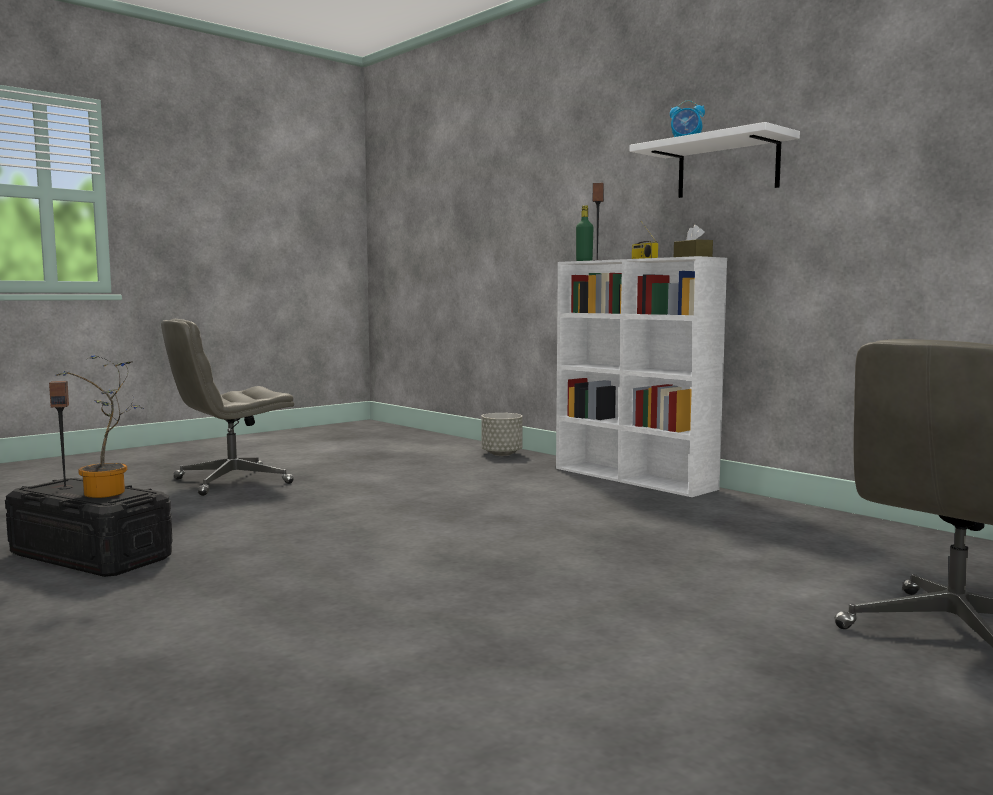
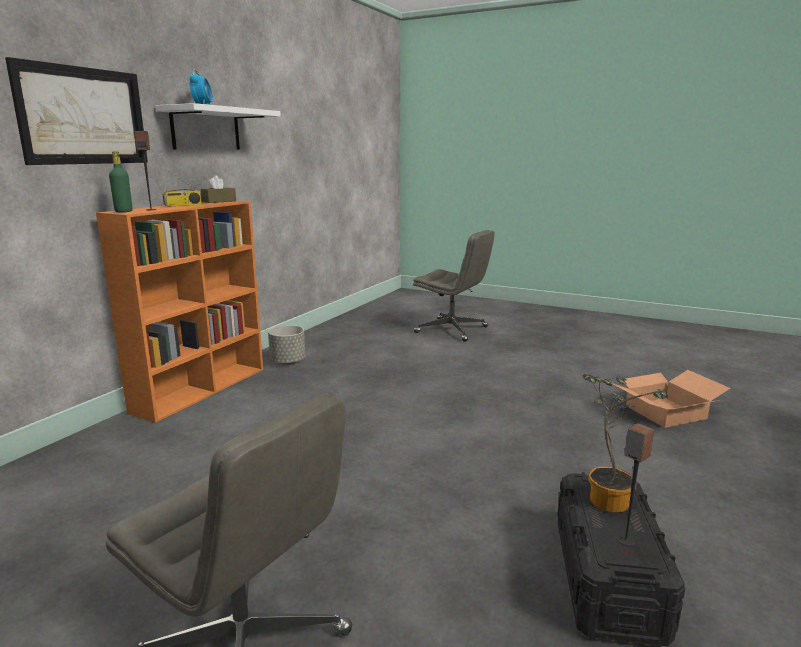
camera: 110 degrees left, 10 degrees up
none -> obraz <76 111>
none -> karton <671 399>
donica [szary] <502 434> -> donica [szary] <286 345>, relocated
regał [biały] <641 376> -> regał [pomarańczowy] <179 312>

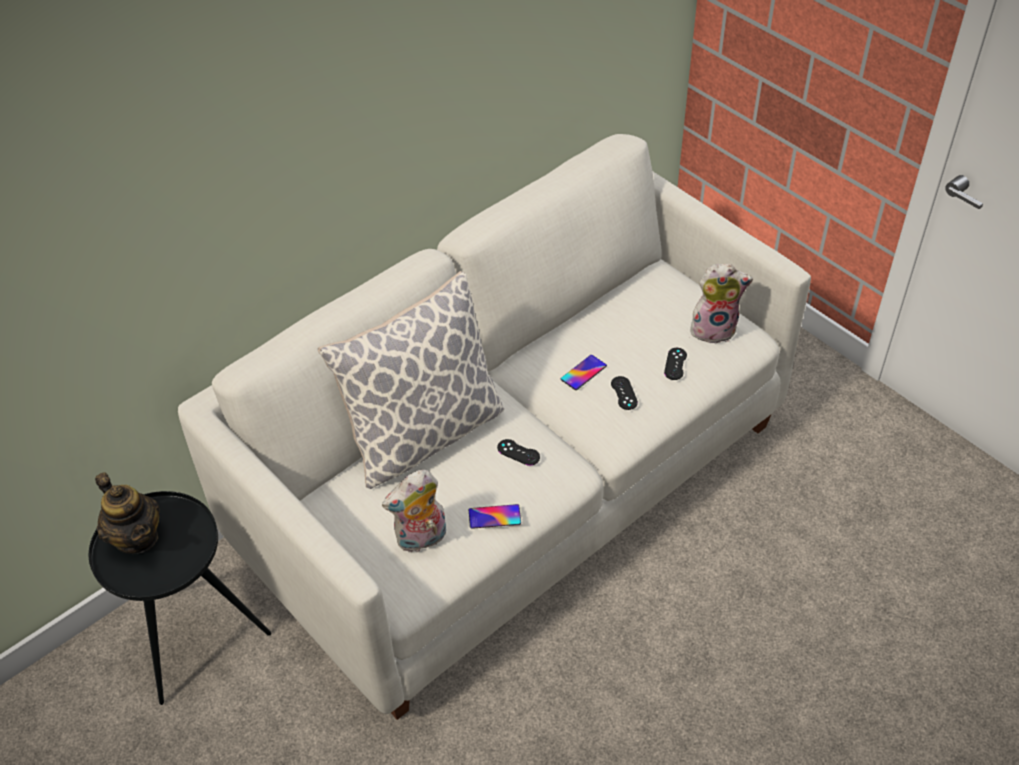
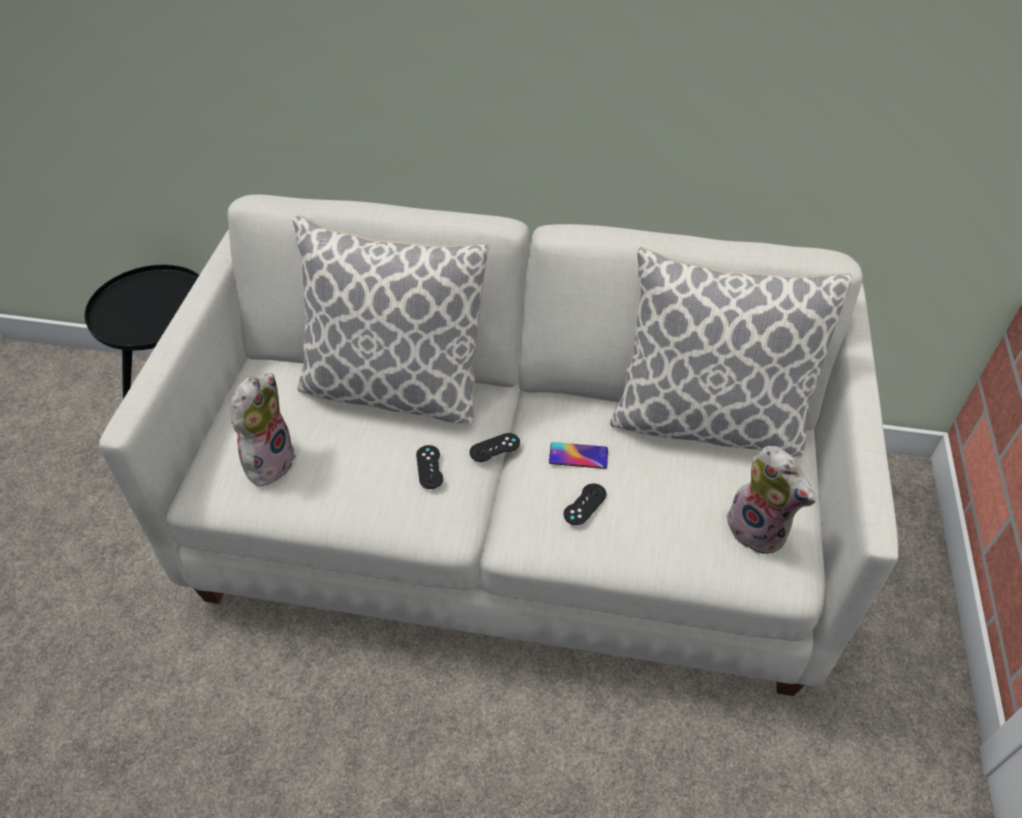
camera: 50 degrees right, 0 degrees up
imbryk <127 513> -> none
telefon <495 516> -> none
none -> poduszka <731 352>
pad do gier [czarny] <675 364> -> pad do gier [czarny] <495 447>, relocated
pluszak <414 511> -> pluszak <263 430>, 90 degrees clockwise

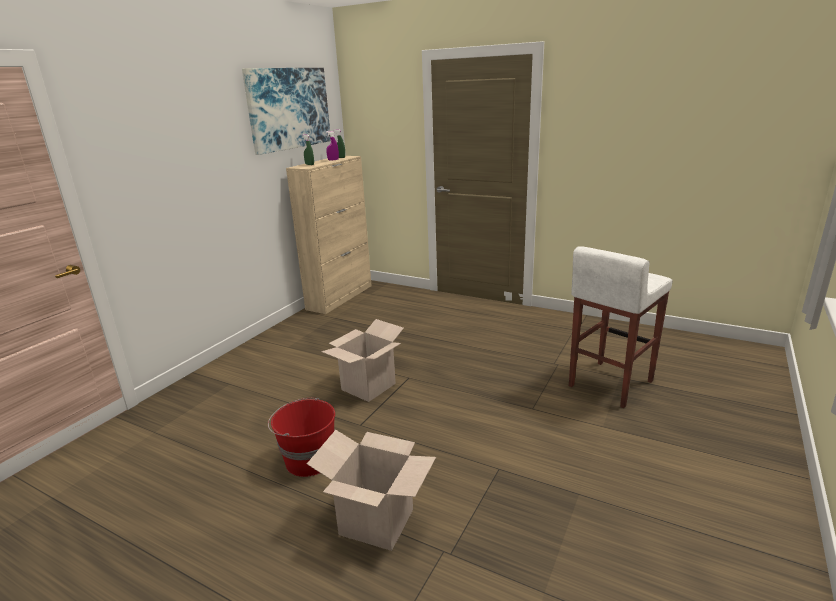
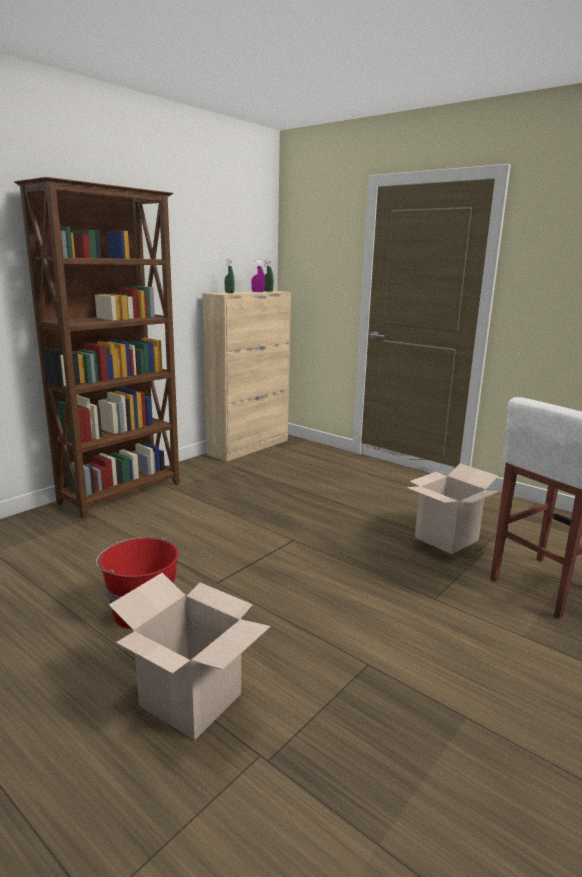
camera: 10 degrees right, 5 degrees down
obraz <286 111> -> none
none -> regał [brązowy] <97 348>
karton <362 360> -> karton <452 509>, relocated

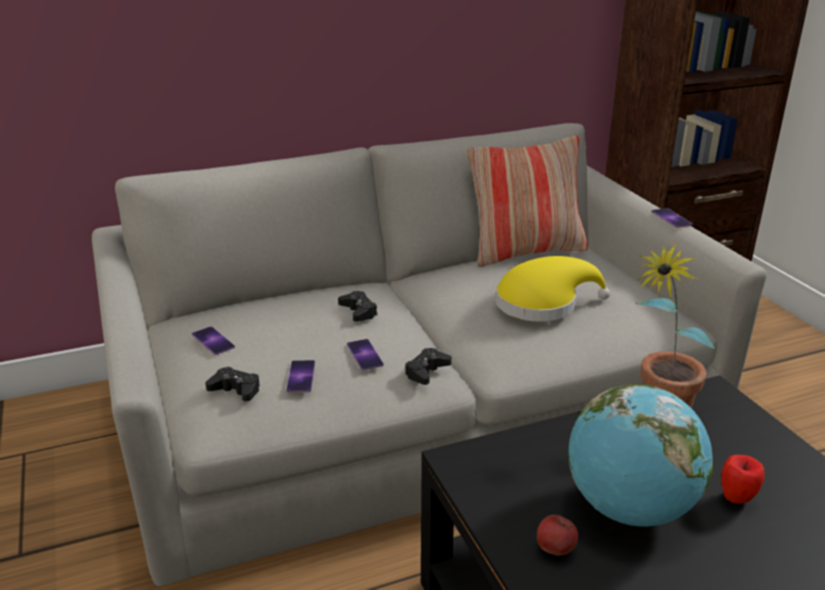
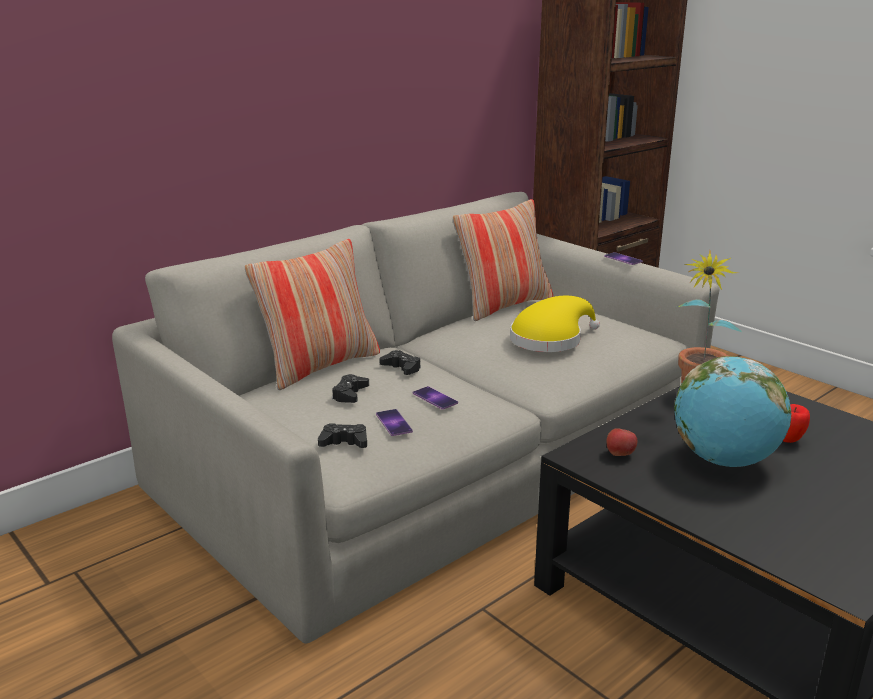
camera: 20 degrees left, 5 degrees down
telefon <213 340> -> none
none -> poduszka <312 314>
pad do gier [czarny] <428 366> -> pad do gier [czarny] <350 388>, relocated
jabłko <557 535> -> jabłko <622 442>, relocated

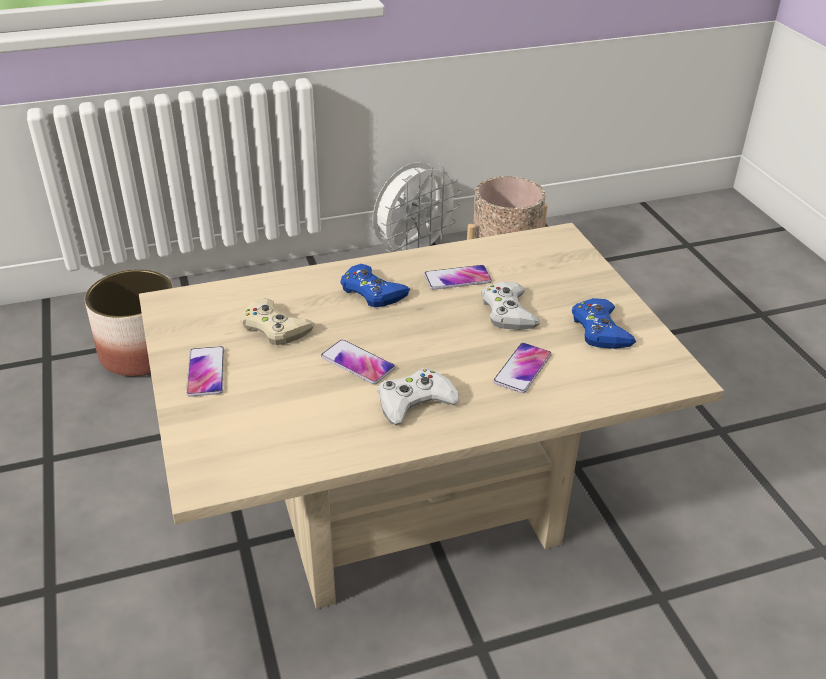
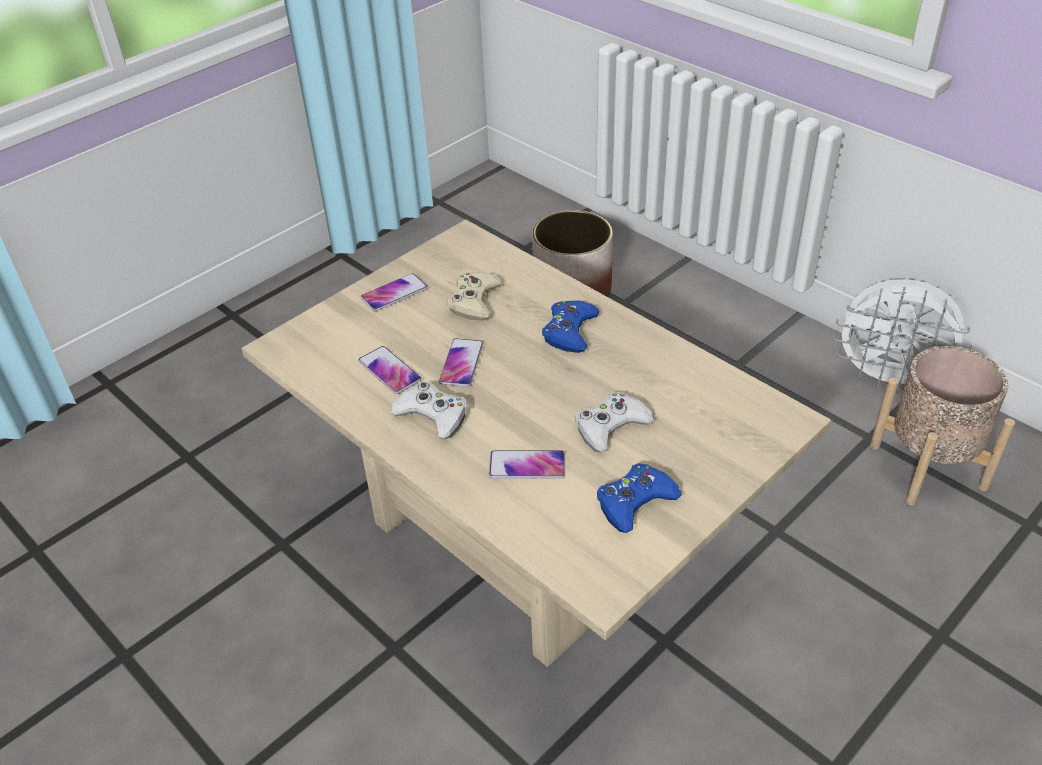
camera: 65 degrees right, 5 degrees up
telefon <458 277> -> telefon <389 370>, relocated

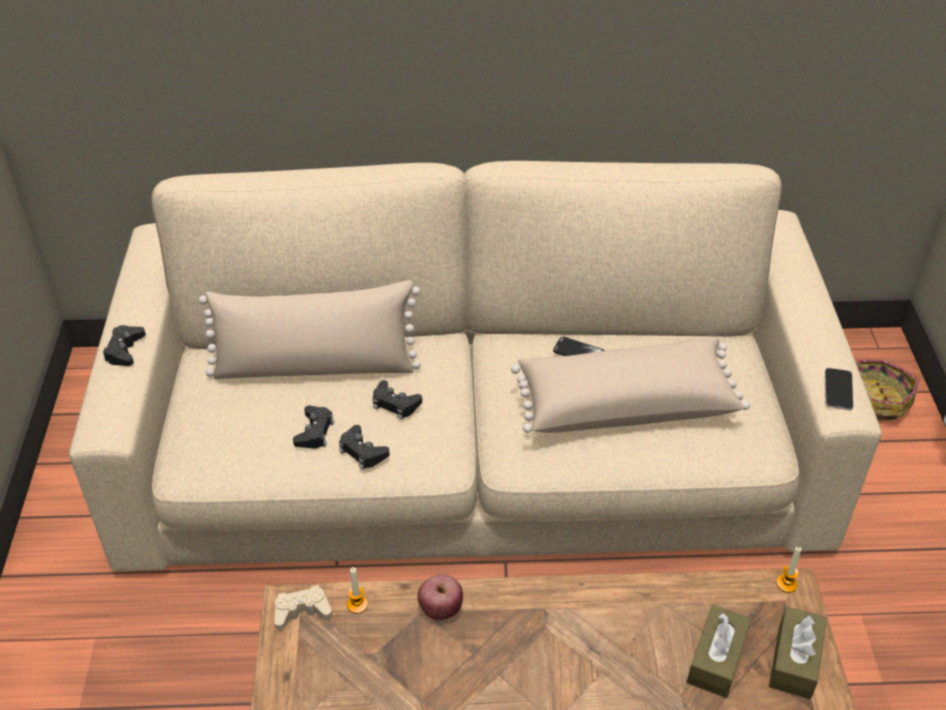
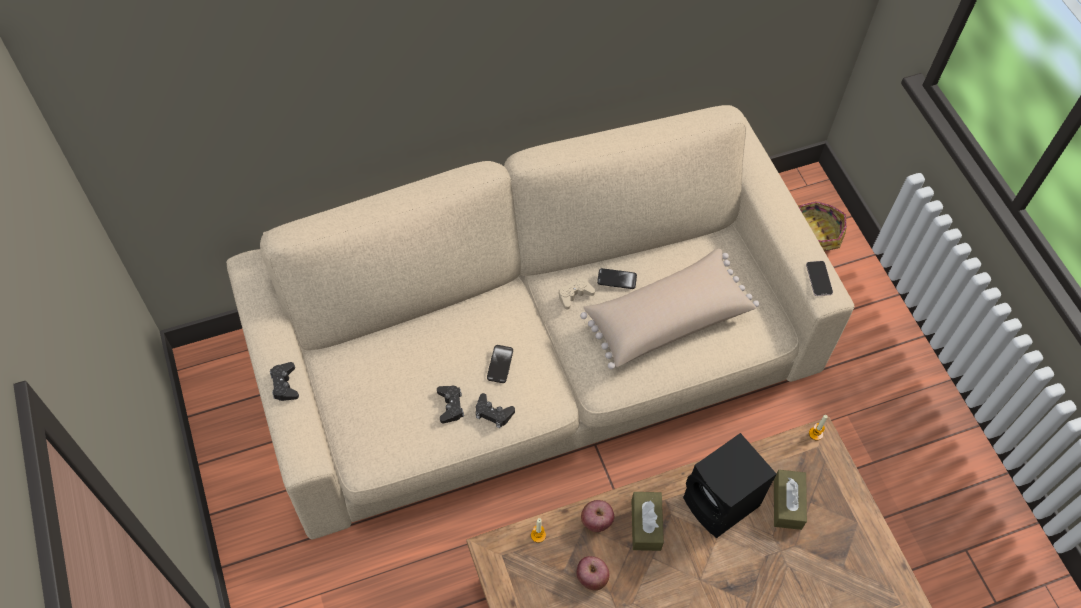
camera: 20 degrees left, 15 degrees up
poduszka [beżowy] <310 329> -> none
none -> jabłko <593 573>
none -> głośnik [czarny] <729 485>
pad do gier [beżowy] <303 607> -> pad do gier [beżowy] <577 293>, relocated
pudełko chusteczek [brązowy] <798 652> -> pudełko chusteczek [brązowy] <648 521>, relocated
pad do gier [czarny] <397 400> -> telefon <500 364>

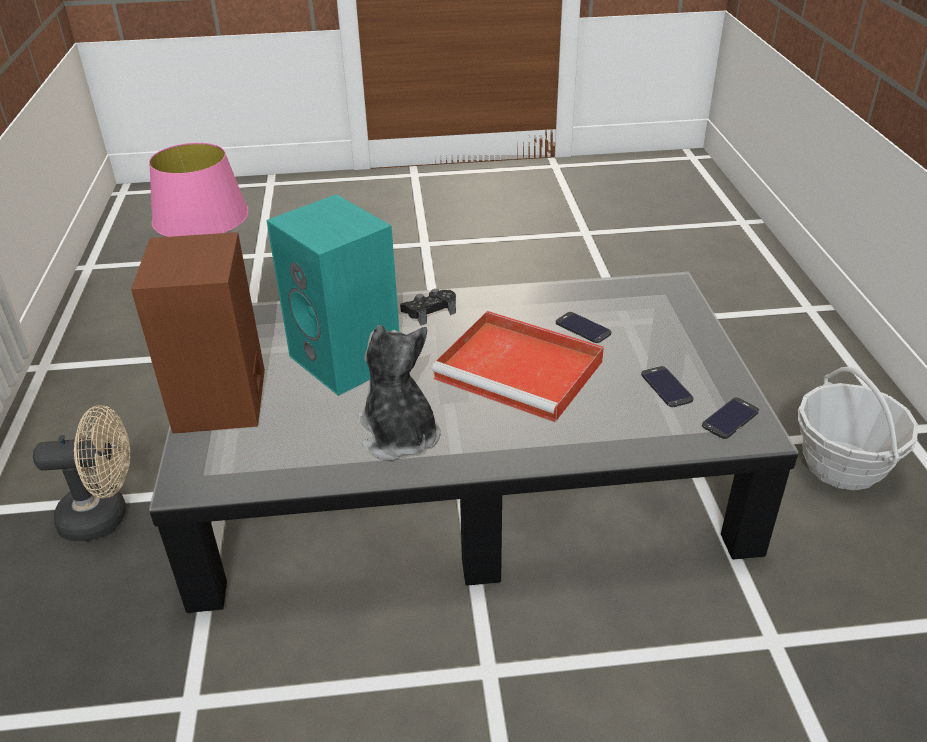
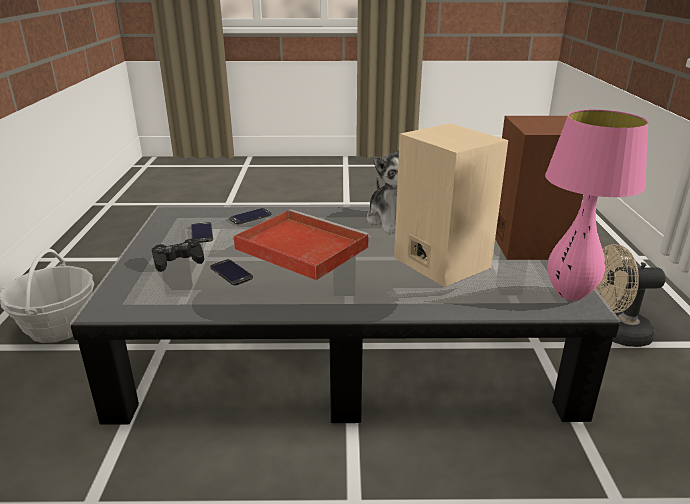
camera: 175 degrees left, 10 degrees down
pad do gier [czarny] <428 307> -> pad do gier [czarny] <178 255>, relocated
telefon <730 418> -> telefon <250 216>, relocated
głośnik [turkusowy] <332 295> -> głośnik [beżowy] <451 205>

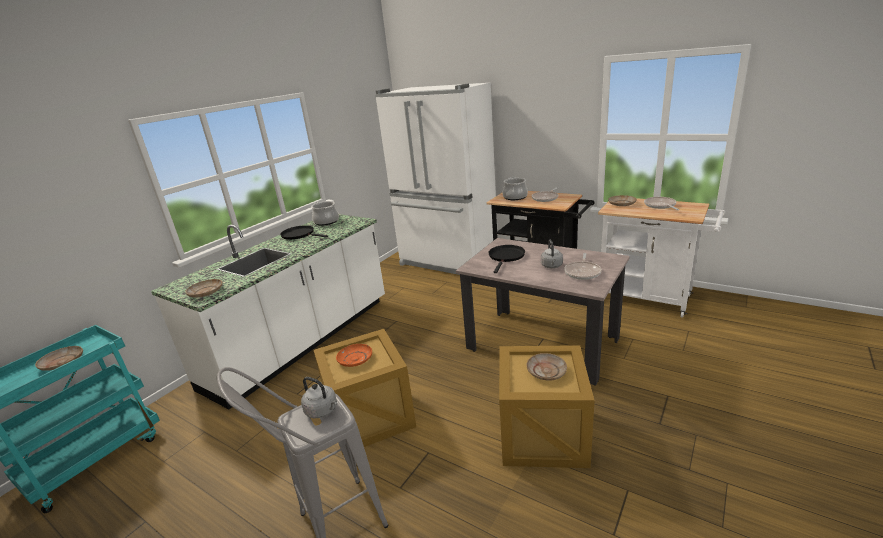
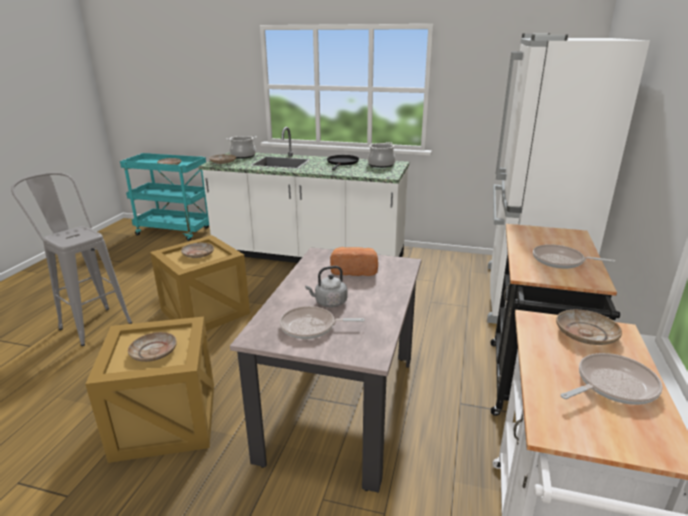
camera: 70 degrees right, 0 degrees up
czajnik [szary] <319 397> -> none
garnek <515 188> -> garnek <241 147>, relocated
patelnia [czarny] <506 259> -> chleb <354 261>
talerz [pomarańczowy] <354 355> -> talerz [beżowy] <197 250>

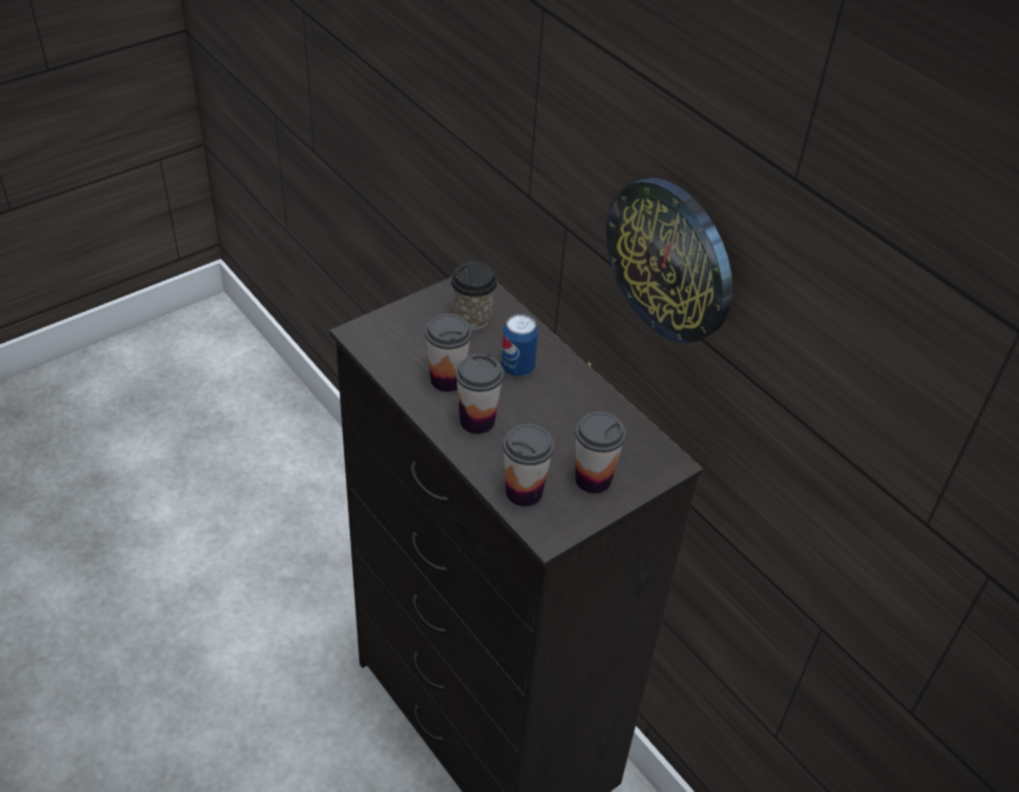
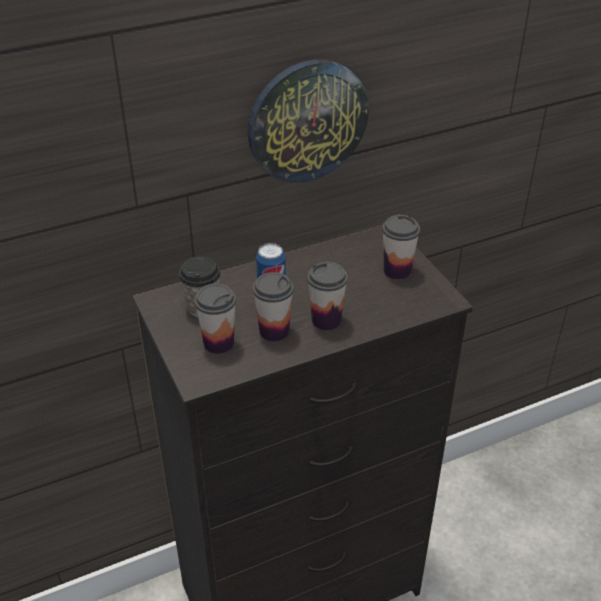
camera: 75 degrees left, 5 degrees down
filiżanka <528 465> -> filiżanka <215 319>, relocated

